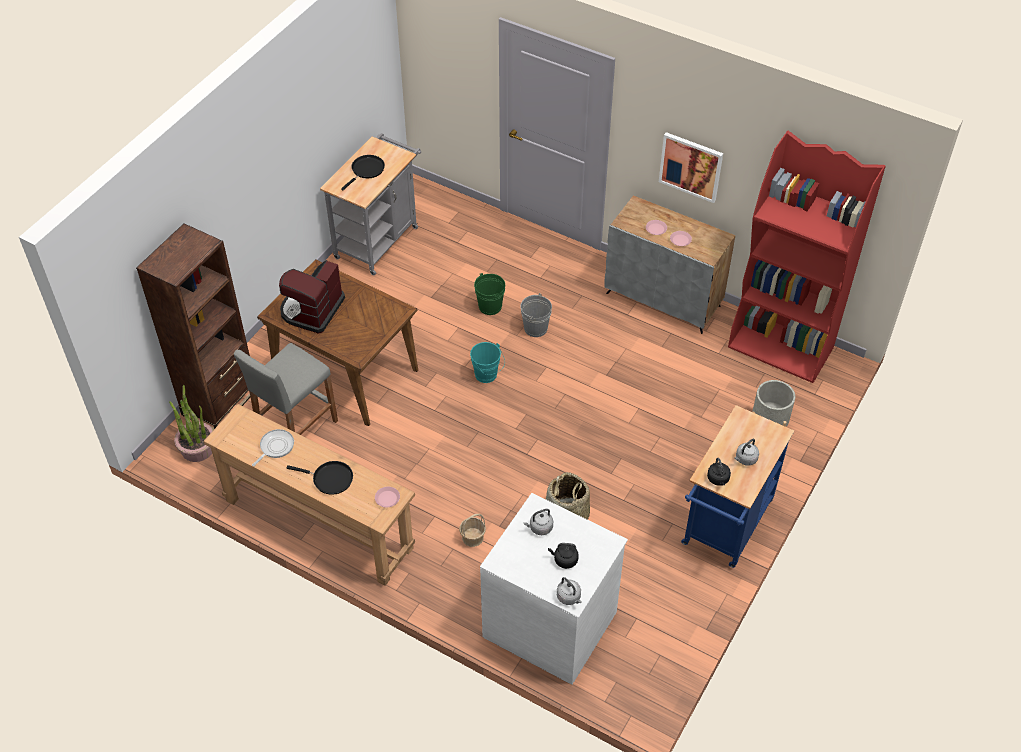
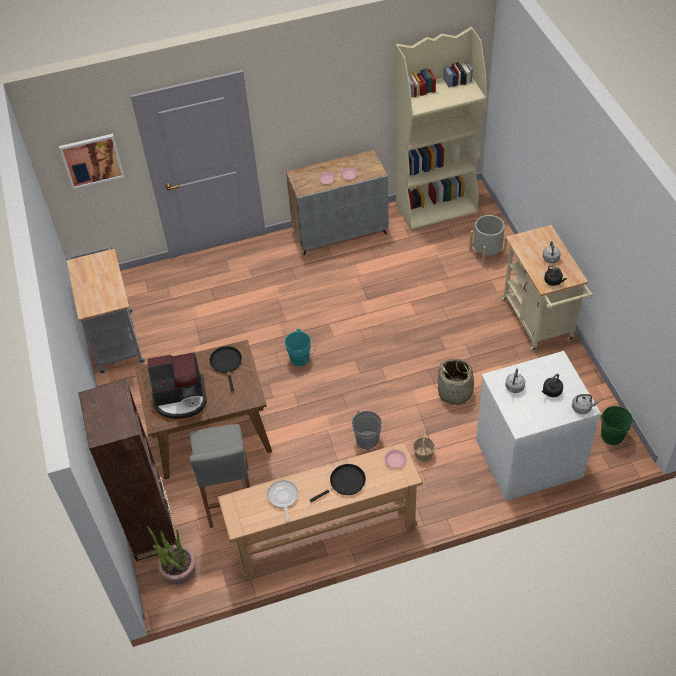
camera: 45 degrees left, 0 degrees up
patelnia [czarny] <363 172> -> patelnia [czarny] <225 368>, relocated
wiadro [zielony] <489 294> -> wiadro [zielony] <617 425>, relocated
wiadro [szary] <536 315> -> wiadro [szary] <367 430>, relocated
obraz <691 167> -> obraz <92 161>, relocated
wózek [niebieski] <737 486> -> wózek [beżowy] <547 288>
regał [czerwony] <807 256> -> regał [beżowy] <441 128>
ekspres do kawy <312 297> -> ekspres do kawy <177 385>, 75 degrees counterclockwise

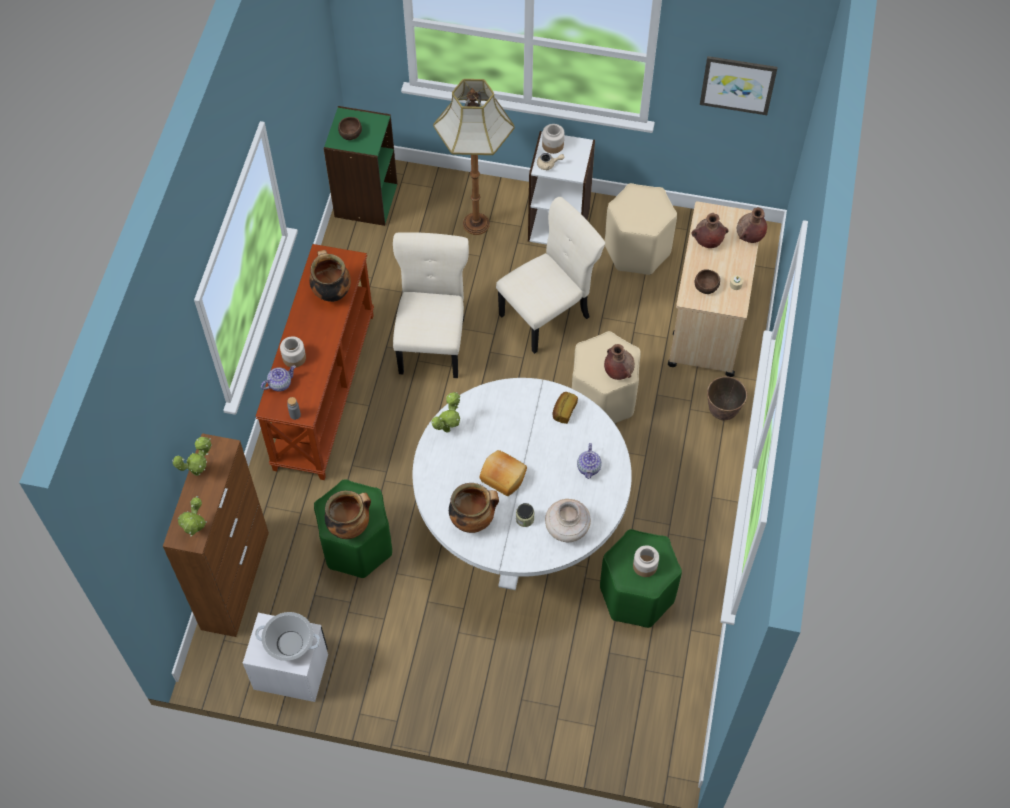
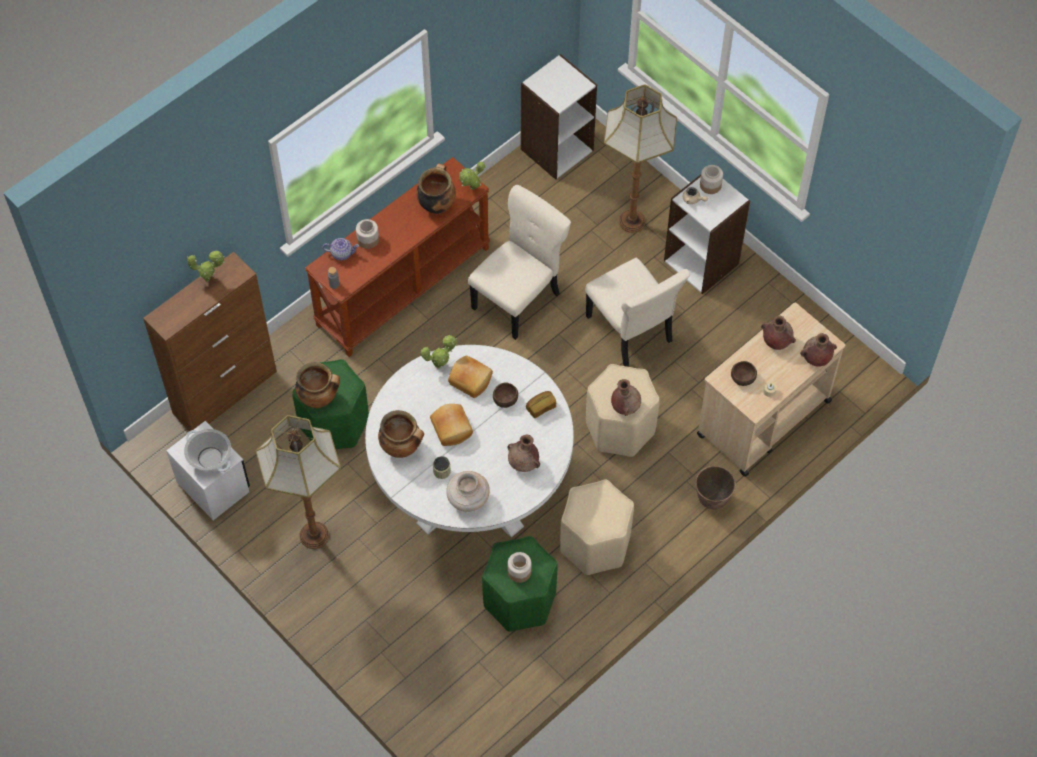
camera: 35 degrees right, 0 degrees up
obraz <739 85> -> none
none -> lampa stojąca <298 482>
none -> chleb <470 376>
roślina doniczkowa <192 516> -> roślina doniczkowa <472 175>, relocated
miska [brązowy] <350 128> -> miska [brązowy] <505 395>, relocated
stołek [beżowy] <641 229> -> stołek [beżowy] <597 527>, relocated
imbryk <589 461> -> wazon [brązowy] <523 453>
regał [zielony] <360 166> -> regał [biały] <559 117>
krzesło [beżowy] <550 275> -> krzesło [beżowy] <637 312>, 60 degrees clockwise

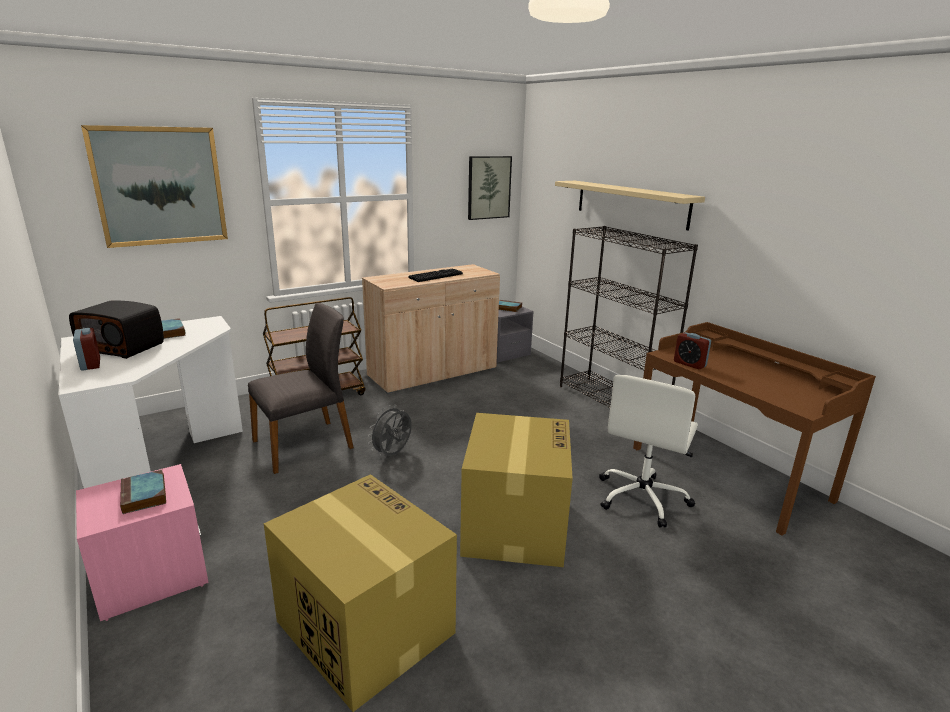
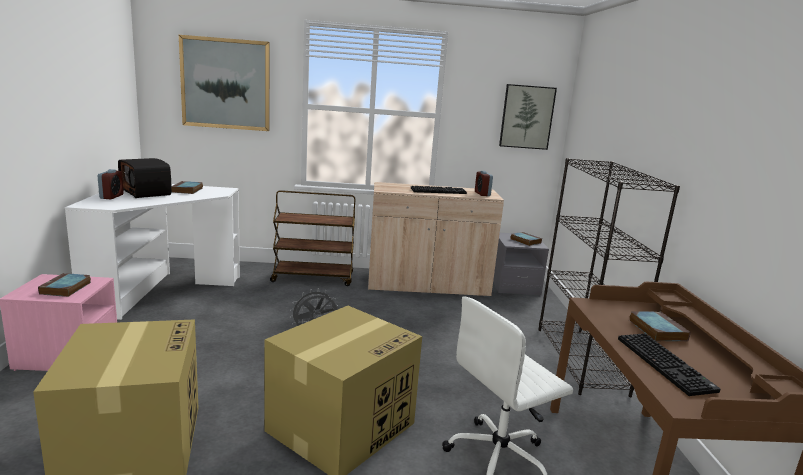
camera: 30 degrees right, 5 degrees down
krzesło [szary] <301 388> -> none
półka [beżowy] <630 205> -> none
none -> klawiatura <669 364>
none -> książka <660 326>
budzik <692 350> -> budzik <484 183>, relocated

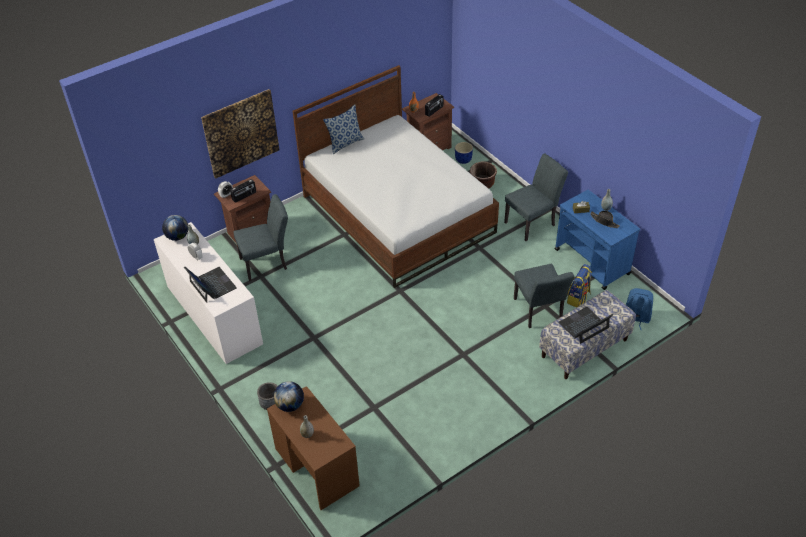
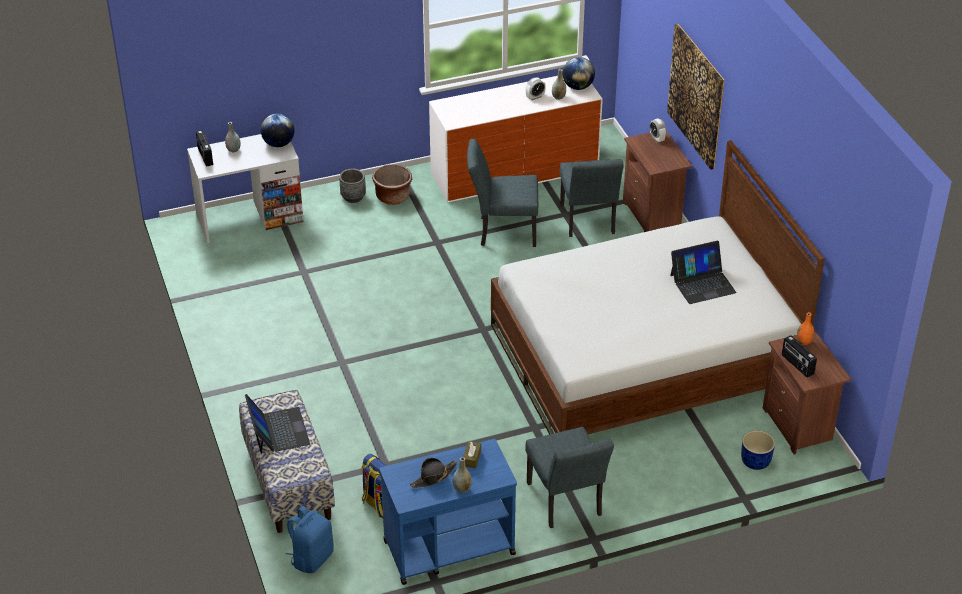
camera: 105 degrees right, 5 degrees down
poduszka <343 129> -> none
laptop <210 284> -> laptop <703 272>, relocated
radio <243 191> -> radio <204 148>, relocated
donica [brązowy] <483 175> -> donica [brązowy] <392 184>, relocated
krzesło [szary] <544 296> -> krzesło [szary] <502 193>, relocated
biurko [brązowy] <313 448> -> biurko [biały] <245 188>

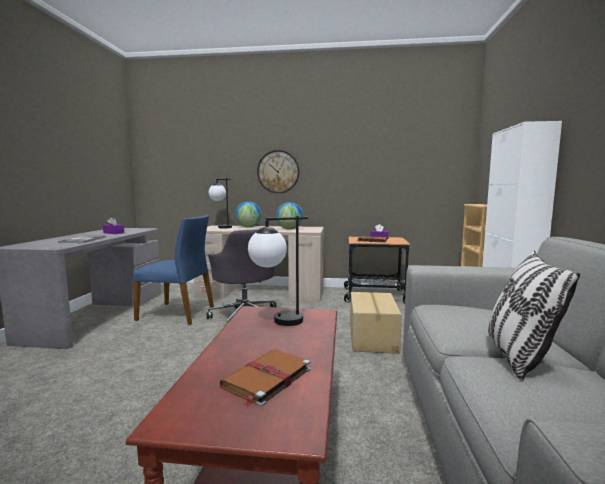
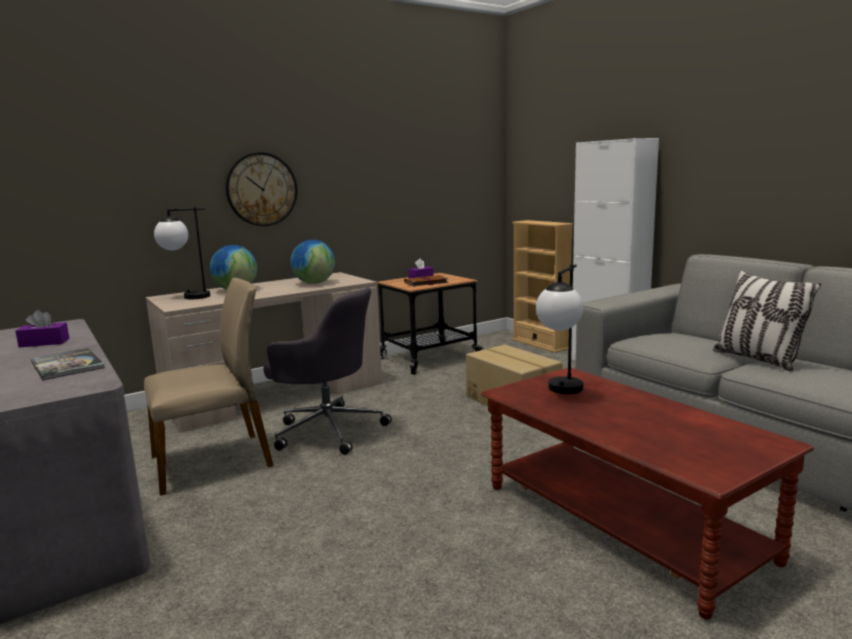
camera: 40 degrees left, 5 degrees up
książka [brązowy] <265 378> -> none
krzesło [niebieski] <173 270> -> krzesło [beżowy] <208 387>

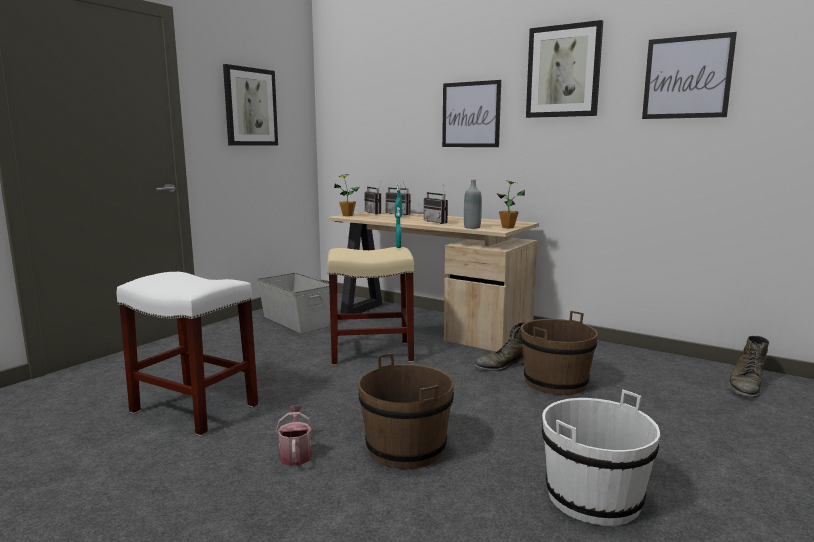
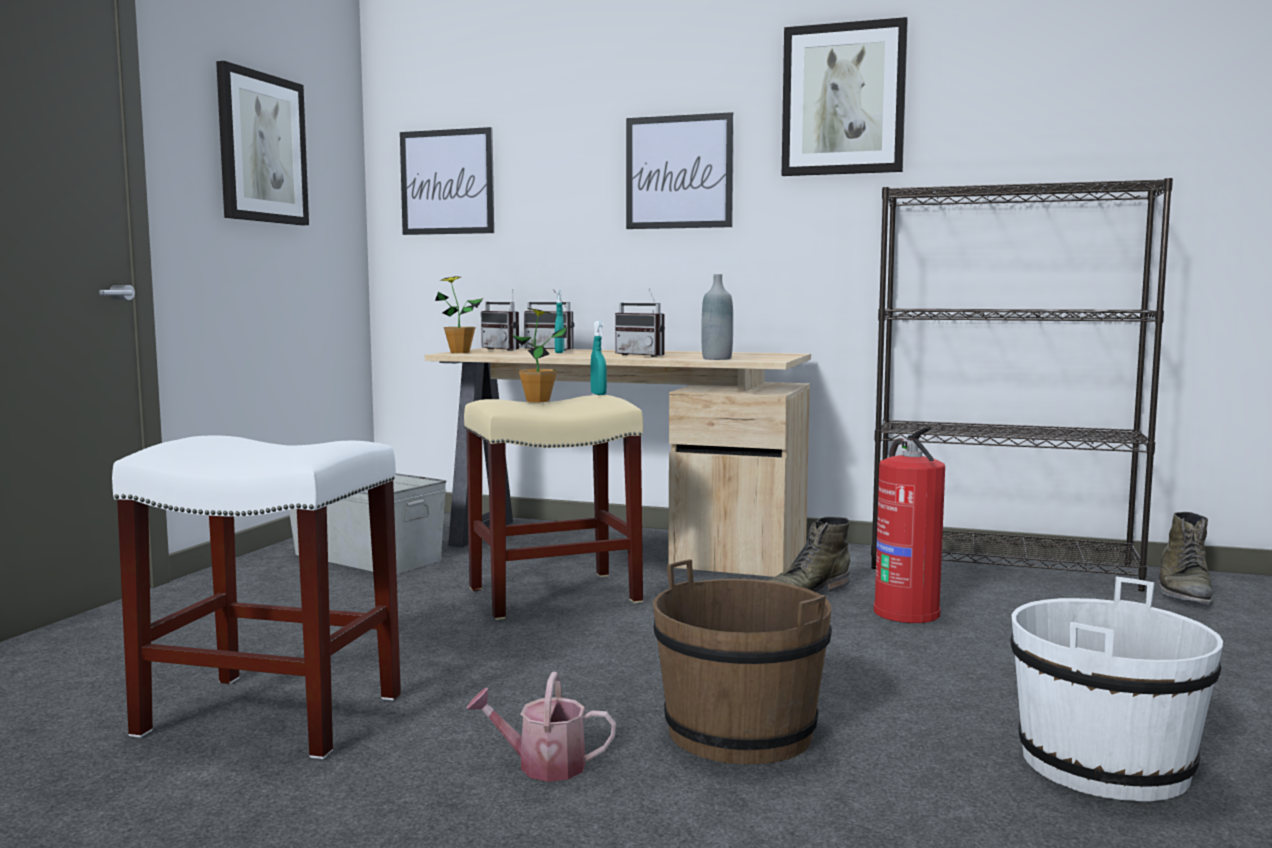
camera: 15 degrees left, 5 degrees down
none -> regał [czarny] <1022 385>
roślina doniczkowa <510 204> -> roślina doniczkowa <539 355>, relocated
obraz <689 75> -> obraz <447 181>, relocated
wiadro [brązowy] <559 353> -> gaśnica <909 525>
konewka <294 435> -> konewka <541 727>, 60 degrees counterclockwise

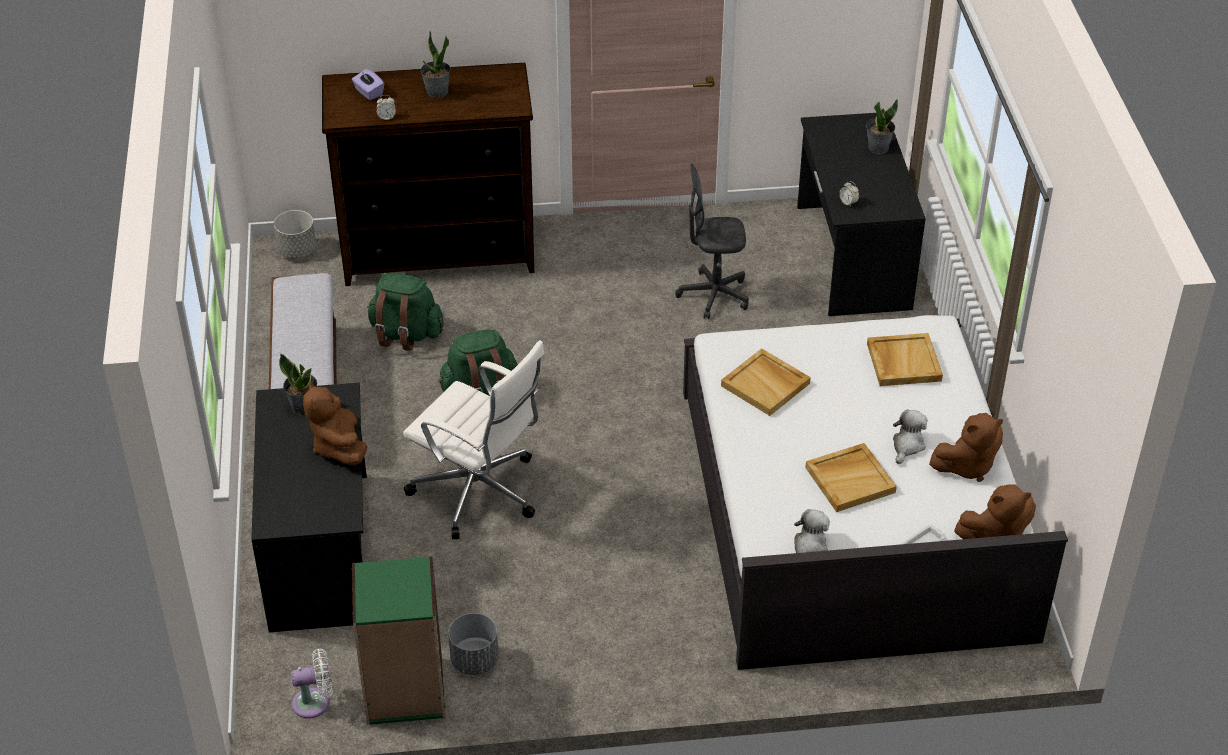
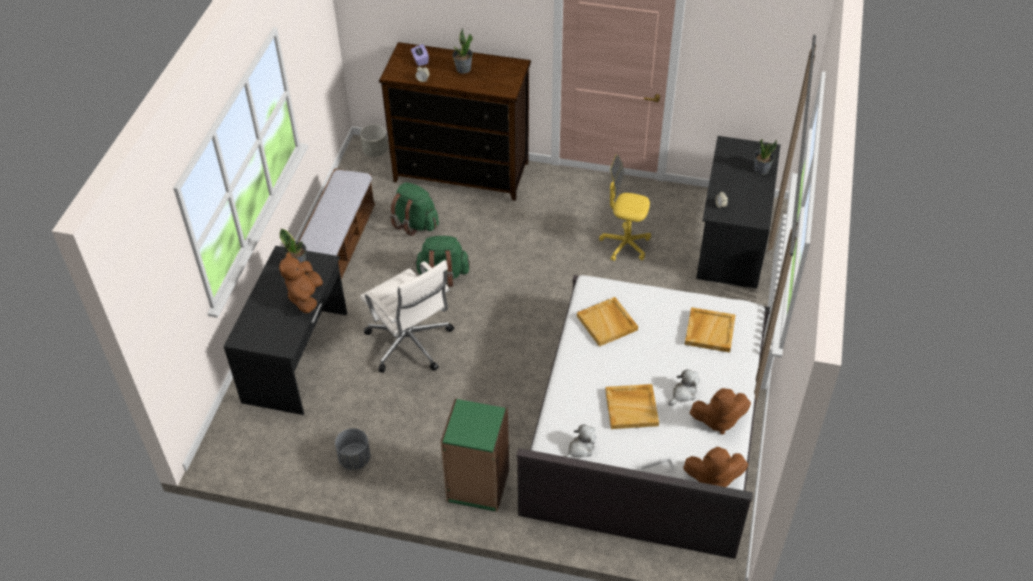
camera: 20 degrees right, 5 degrees up
wentylator [biały] <312 684> -> none
regał [zielony] <398 640> -> regał [zielony] <475 455>, relocated
krzesło biurowe [szary] <712 241> -> krzesło biurowe [żółty] <625 207>

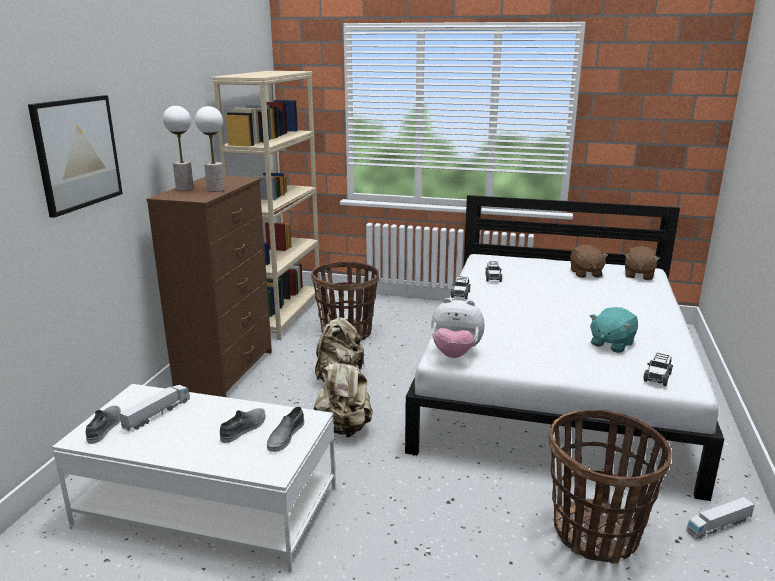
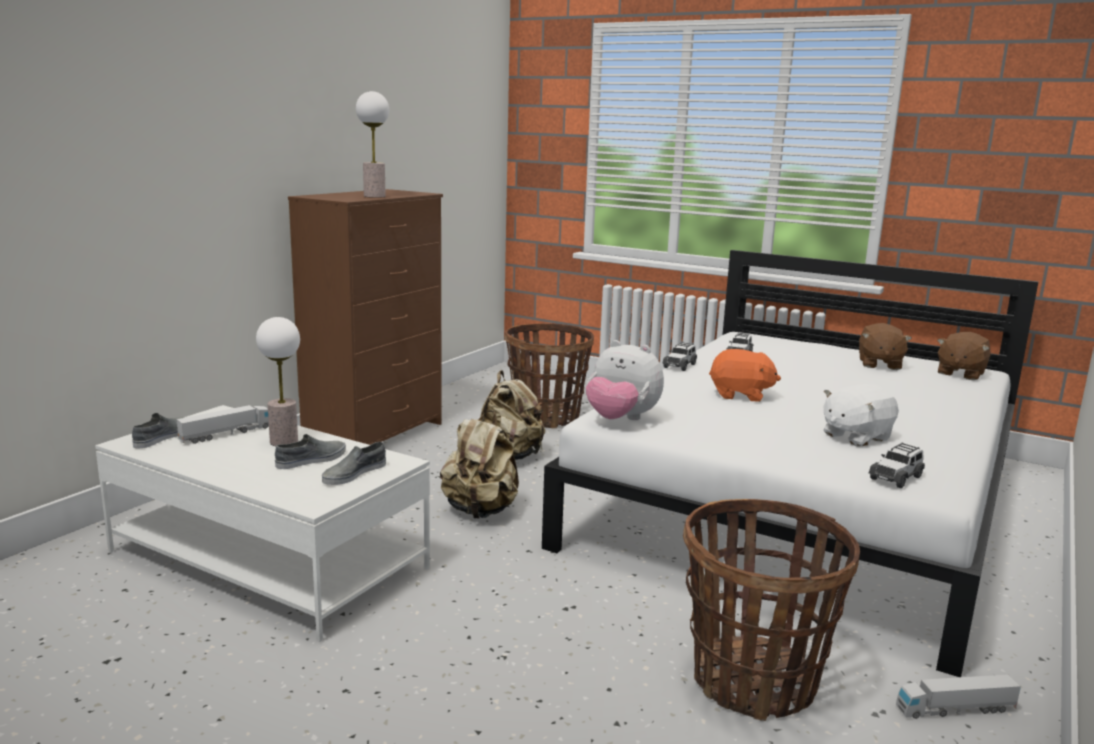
camera: 15 degrees right, 5 degrees down
obraz <75 156> -> none
regał [beżowy] <266 205> -> none
none -> pluszak [pomarańczowy] <745 375>
lampa stołowa <178 148> -> lampa stołowa <278 381>, relocated
pluszak [turkusowy] <614 330> -> pluszak [biały] <861 415>

